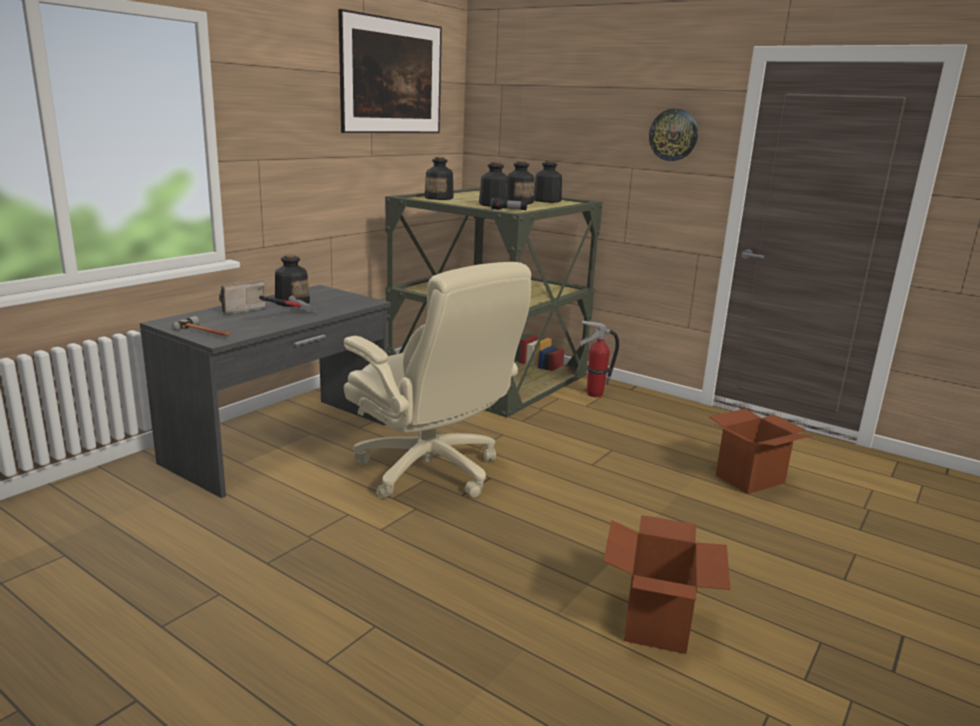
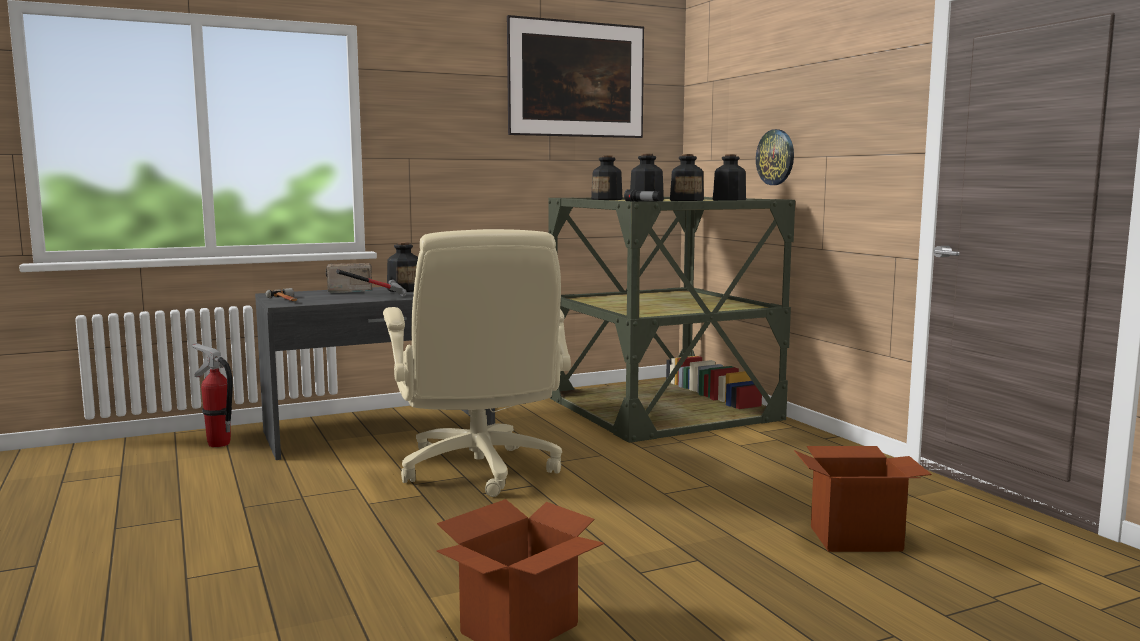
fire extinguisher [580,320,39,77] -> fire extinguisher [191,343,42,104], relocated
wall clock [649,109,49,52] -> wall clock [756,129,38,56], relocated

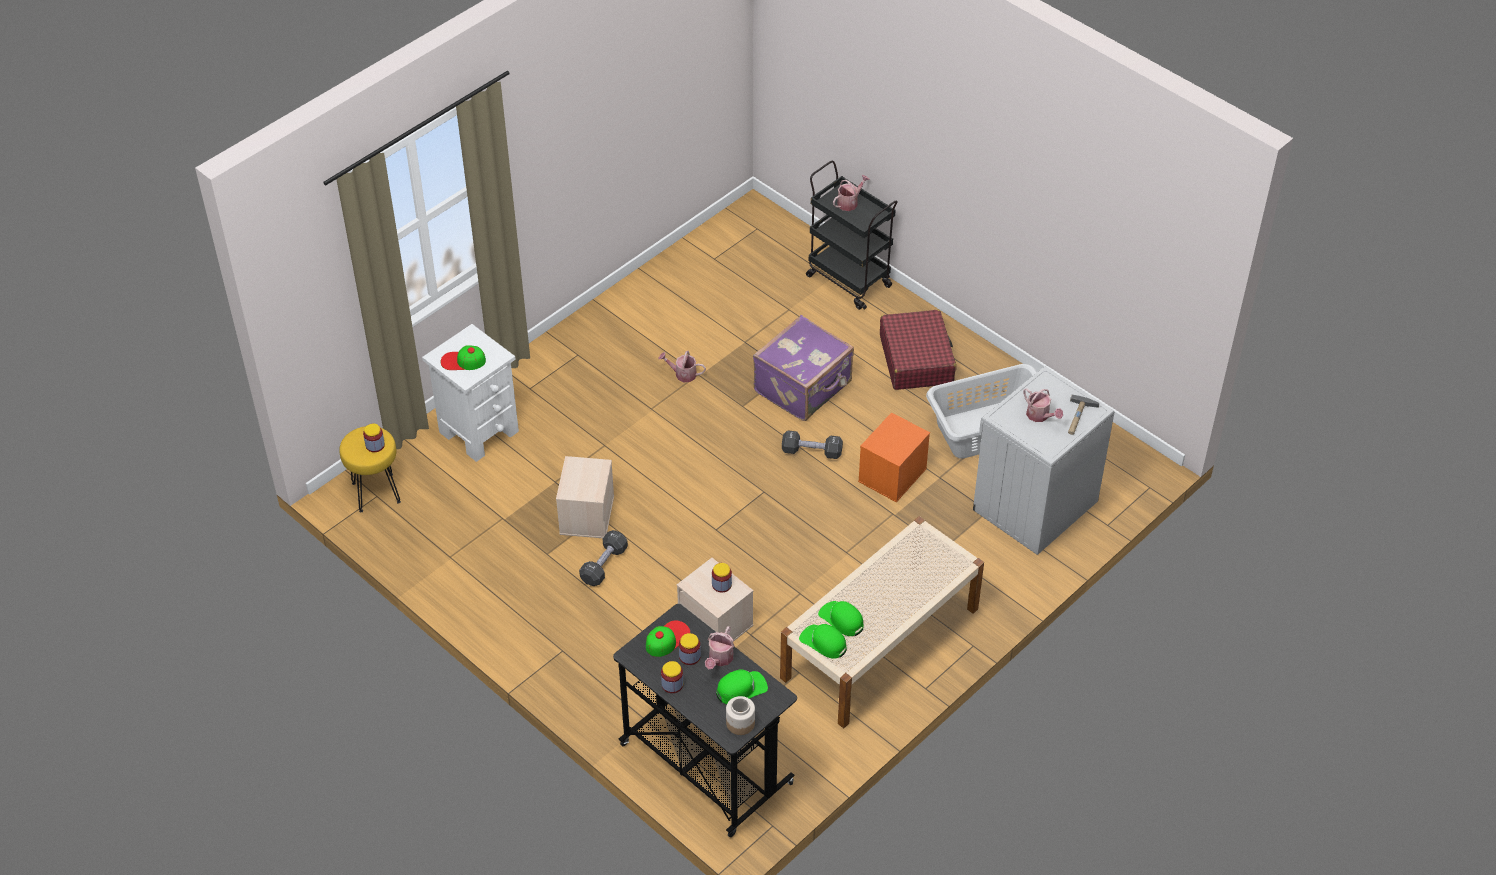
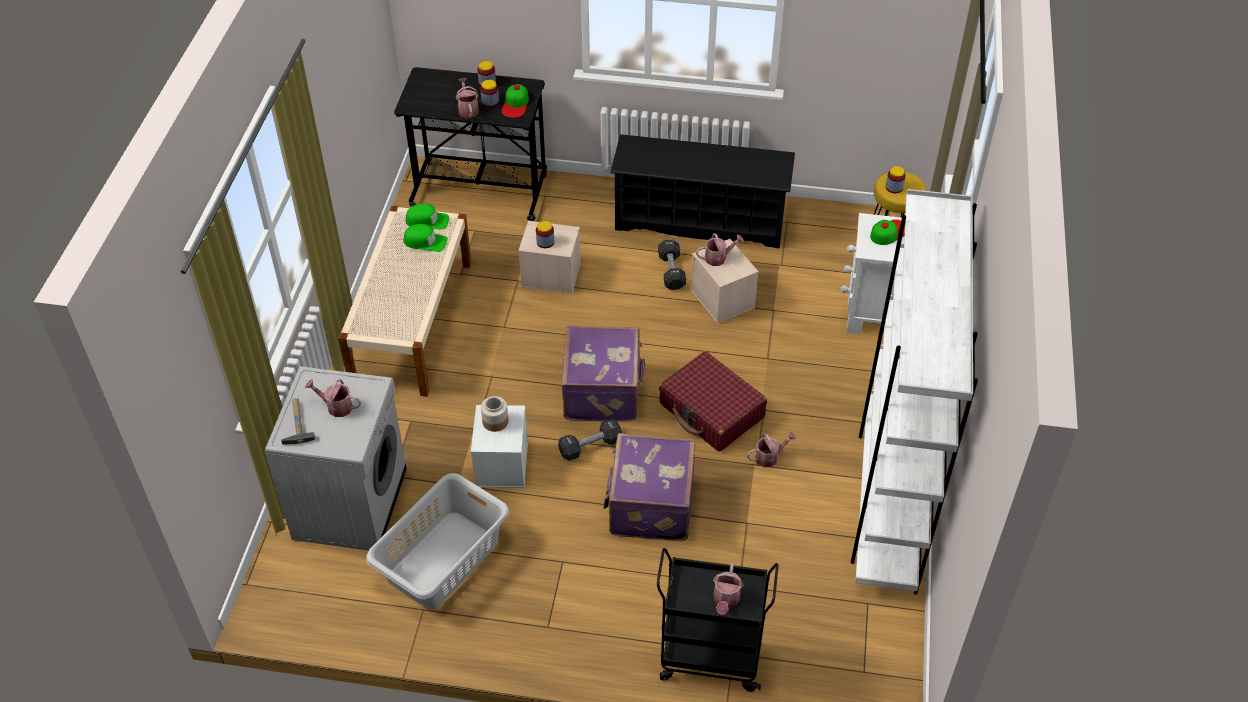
storage bin in orangey [858,412,72,91] -> storage bin in whitish [471,405,57,83]
preserve jar [726,696,29,39] -> preserve jar [481,396,28,36], relocated
none -> suitcase in purple-coloured [562,325,84,96]
none -> shoe shelf in black [610,134,185,115]
suitcase in reddish [880,310,76,80] -> suitcase in reddish [659,351,108,101], relocated
none -> sprinkling can [696,233,48,33]
none -> bookcase in whitish [851,189,127,406]
baseball cap in green-coloured [716,670,52,34] -> none

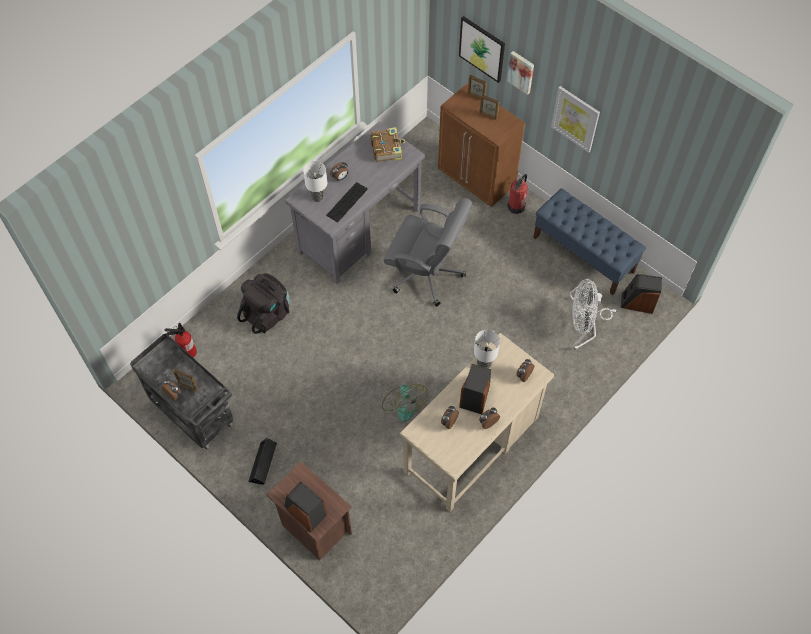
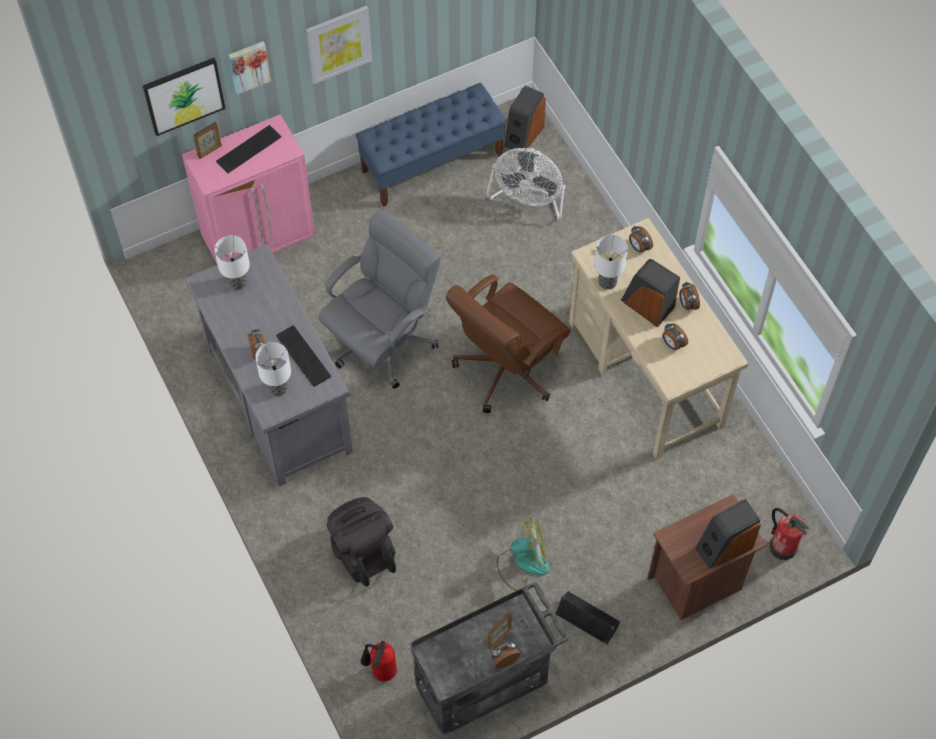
storage cabinet in brown [438,83,87,124] -> storage cabinet in pink [182,114,133,151]
bound book [370,127,35,35] -> lamp for a table [214,235,36,55]
photo frame [479,94,20,26] -> computer keyboard [216,125,65,48]
none -> office chair in brown [446,275,125,138]
electric fan [382,384,46,38] -> electric fan [497,518,53,73], relocated
fire extinguisher [507,174,21,40] -> fire extinguisher [770,508,39,52], relocated

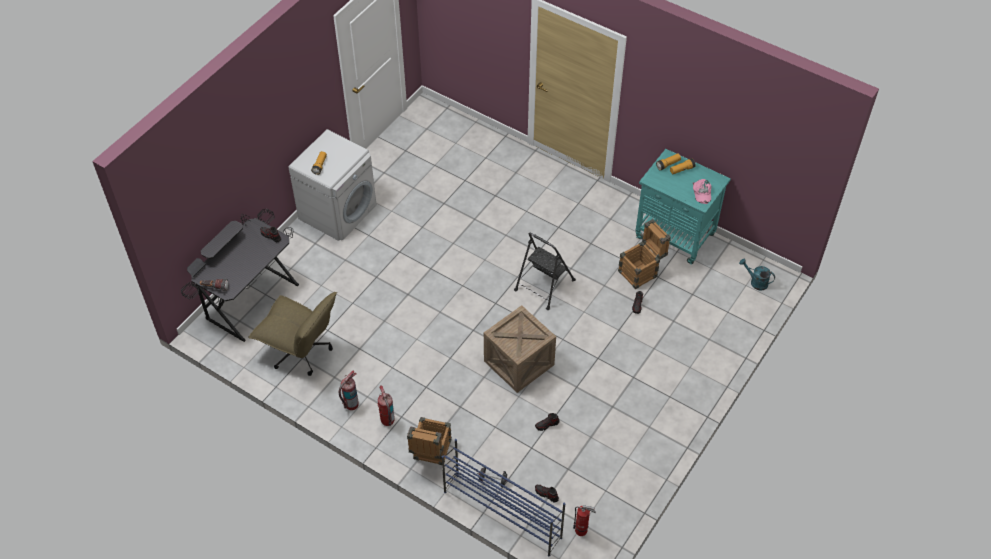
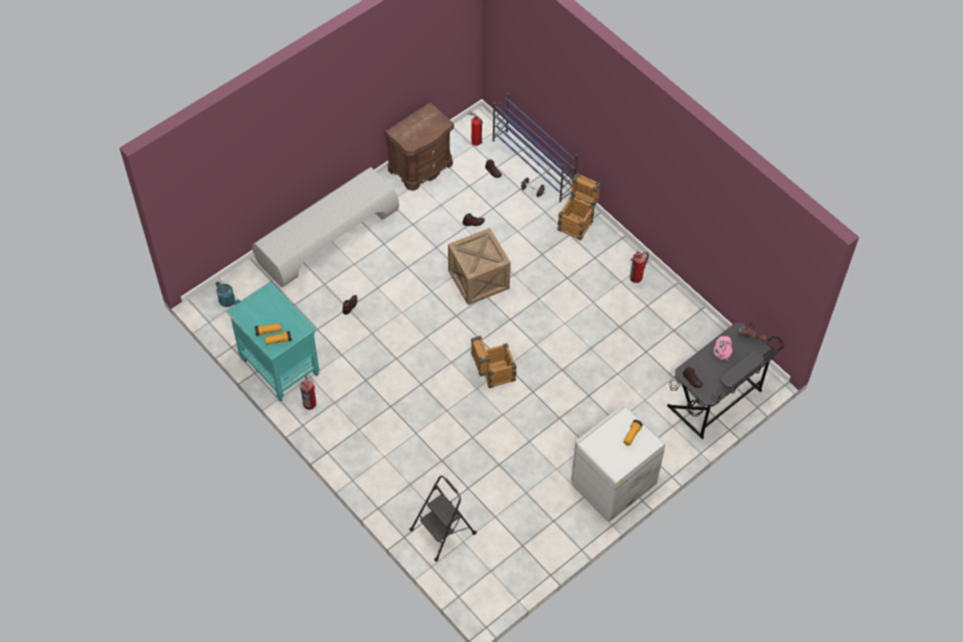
none -> indoor bench in gray [252,167,147,120]
fire extinguisher [378,385,17,41] -> fire extinguisher [300,375,16,35], relocated
none -> bedside table in brown [384,102,70,89]
step stool in black [514,233,62,77] -> step stool in black [409,475,68,87], relocated
shipping crate [618,219,53,70] -> shipping crate [471,336,46,52], relocated
baseball cap in pink [693,179,18,25] -> baseball cap in pink [714,336,18,25], relocated
office chair in beige [248,292,89,84] -> none

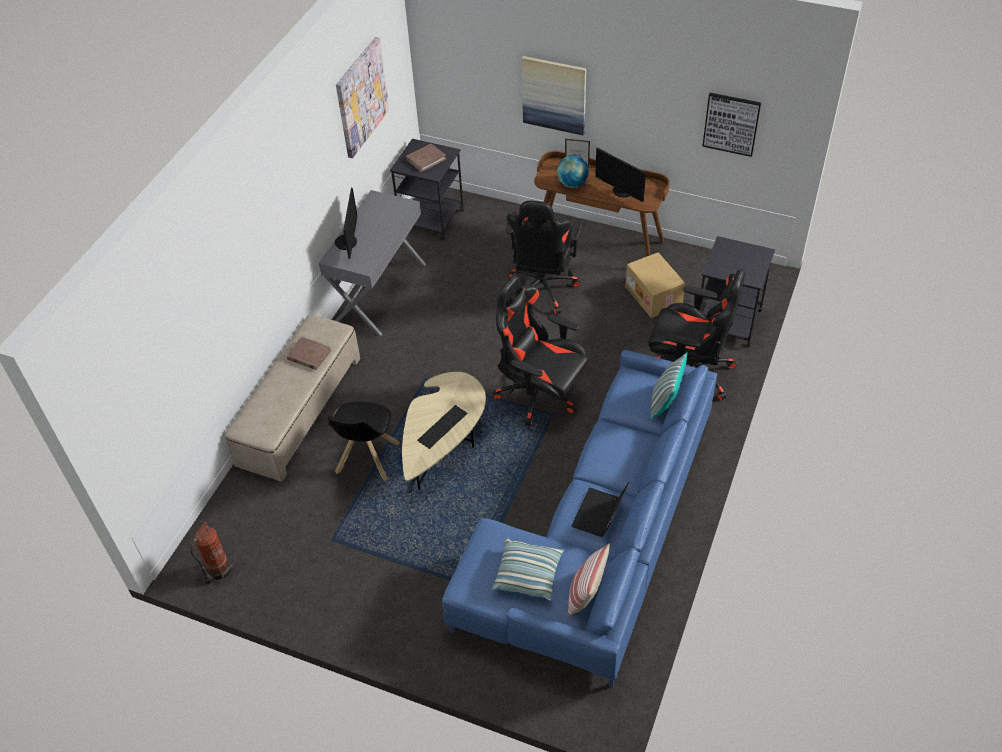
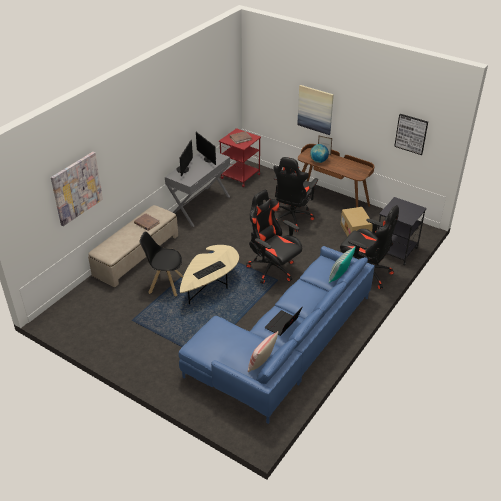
wall picture [336,37,53,121] -> wall picture [51,152,52,74], relocated
chair in black [328,402,72,79] -> chair in black [139,232,44,65], 75 degrees clockwise
computer screen [595,148,51,54] -> computer screen [196,132,20,33], relocated
cart in black [390,139,74,102] -> cart in reddish [219,128,42,59]
fire extinguisher [190,522,45,62] -> none
cushion [492,538,72,63] -> none

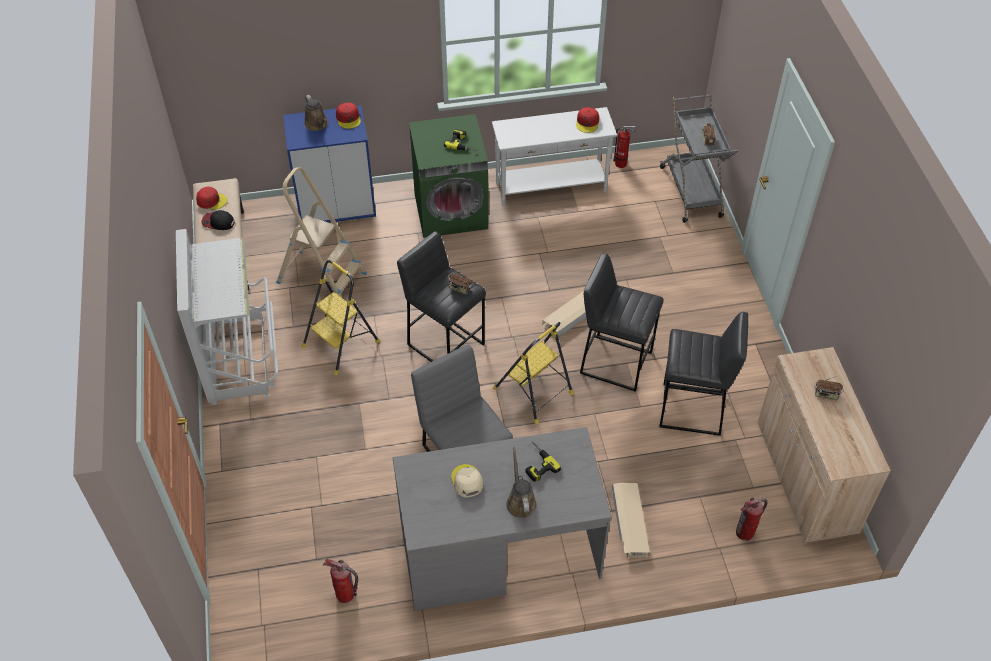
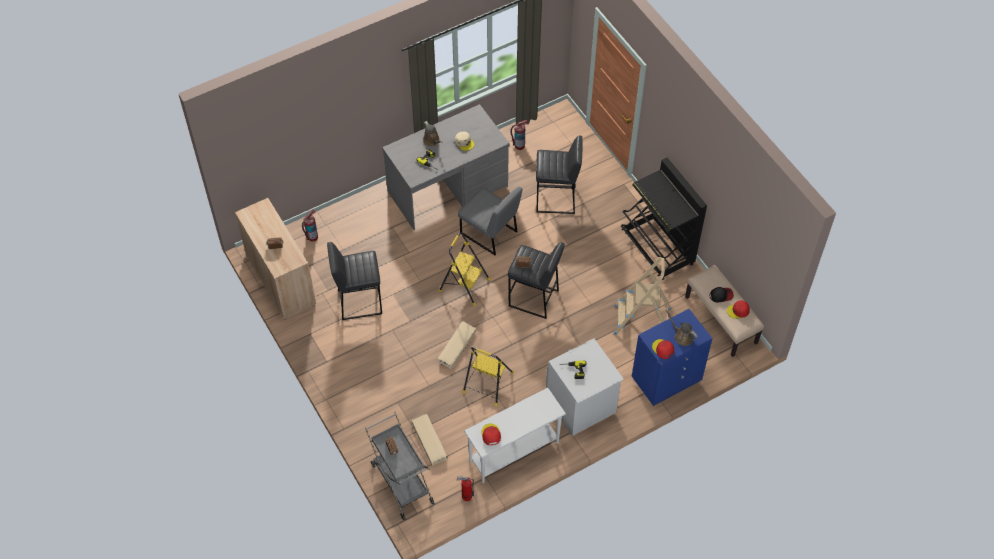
storage bin in beige [612,483,38,76] -> storage bin in beige [412,414,35,52], relocated
step stool in yellow-coloured [301,260,80,115] -> step stool in yellow-coloured [462,347,52,59], relocated
stool seat in gray [580,253,83,139] -> stool seat in gray [536,136,46,78], relocated
laundry machine in green-coloured [409,114,80,124] -> laundry machine in whitish [546,338,78,98]
shoe shelf in whitish [176,229,102,176] -> shoe shelf in black [621,158,86,122]

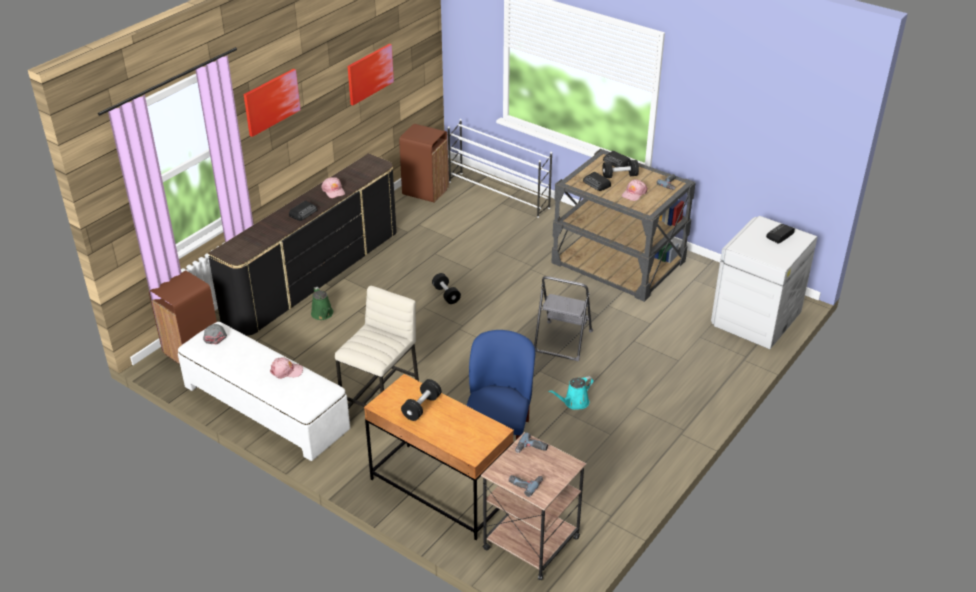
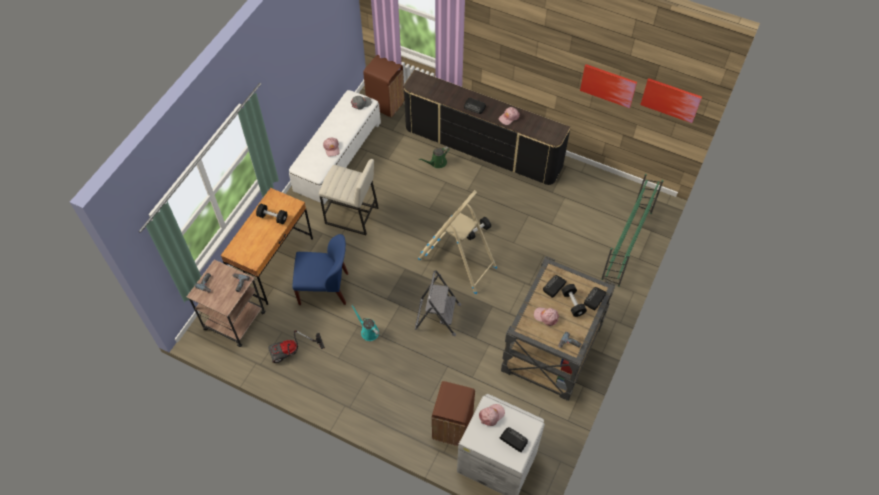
none -> vacuum cleaner [268,330,57,33]
none -> step stool in beige [418,190,79,104]
trash can in brown [399,124,50,79] -> trash can in brown [432,381,43,65], relocated
none -> baseball cap in pink [479,404,26,22]
shoe shelf in whitish [448,119,104,99] -> shoe shelf in green-coloured [601,174,63,113]
wall picture [244,69,57,68] -> wall picture [640,78,62,45], relocated

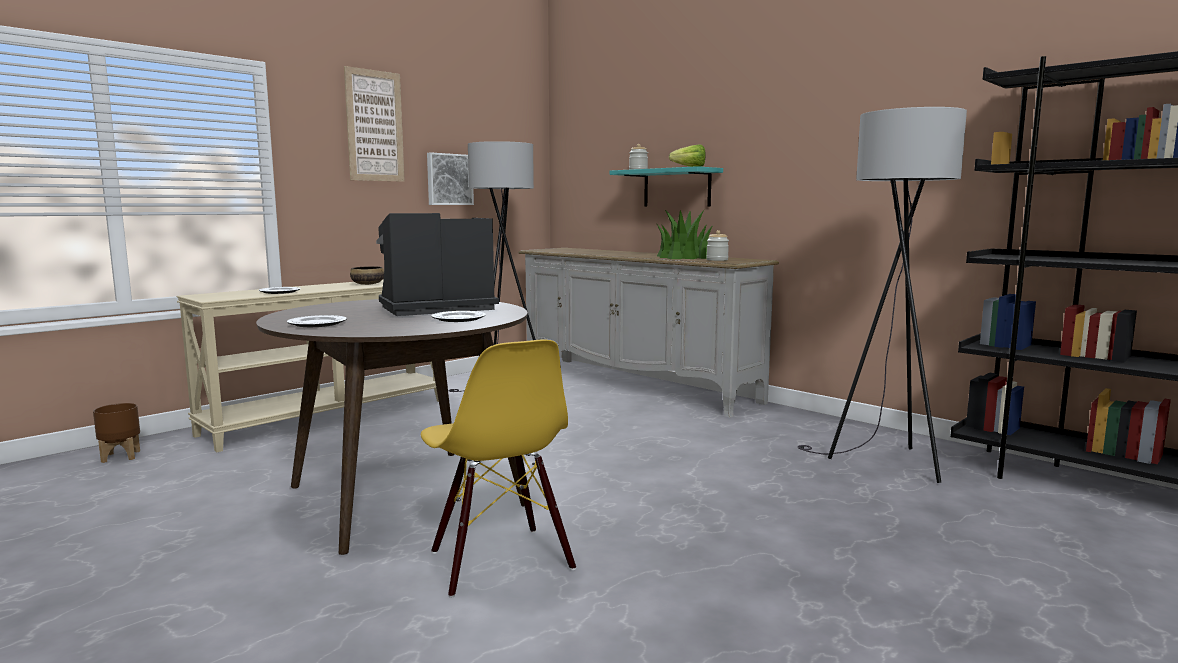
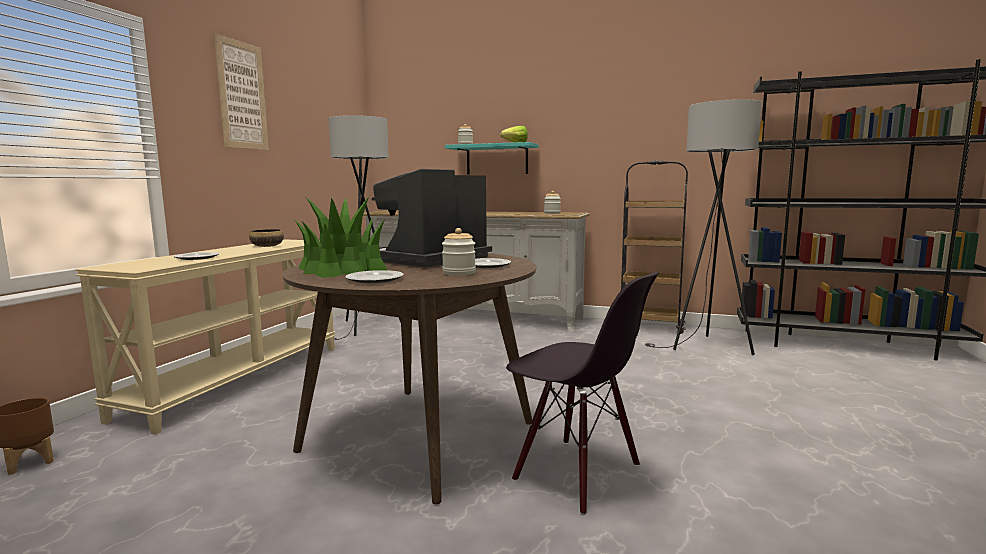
plant in a pot [657,210,56,49] -> plant in a pot [294,197,93,81], relocated
none -> preserve jar [442,228,34,48]
chair in yellow-coloured [421,339,155,259] -> chair in black [506,272,153,243]
none -> cart in brown [621,160,67,174]
wall picture [427,152,47,53] -> none

